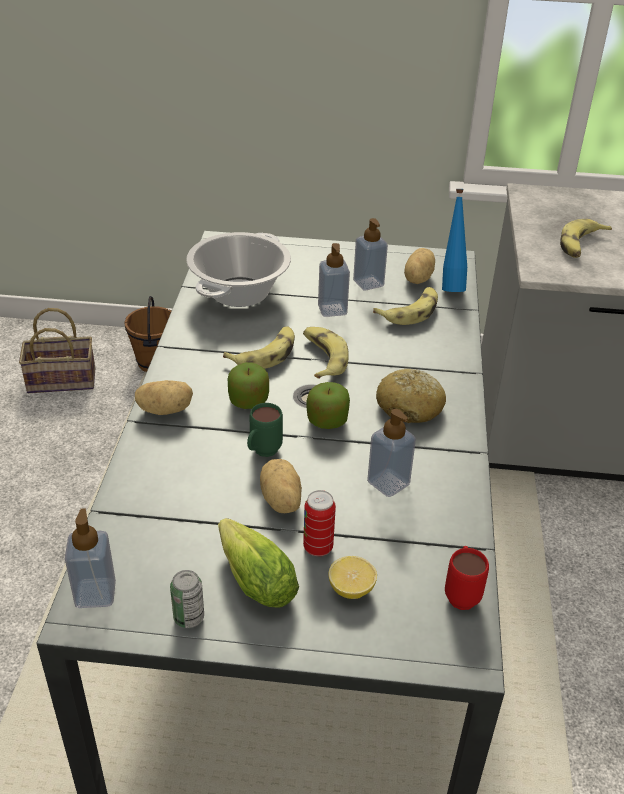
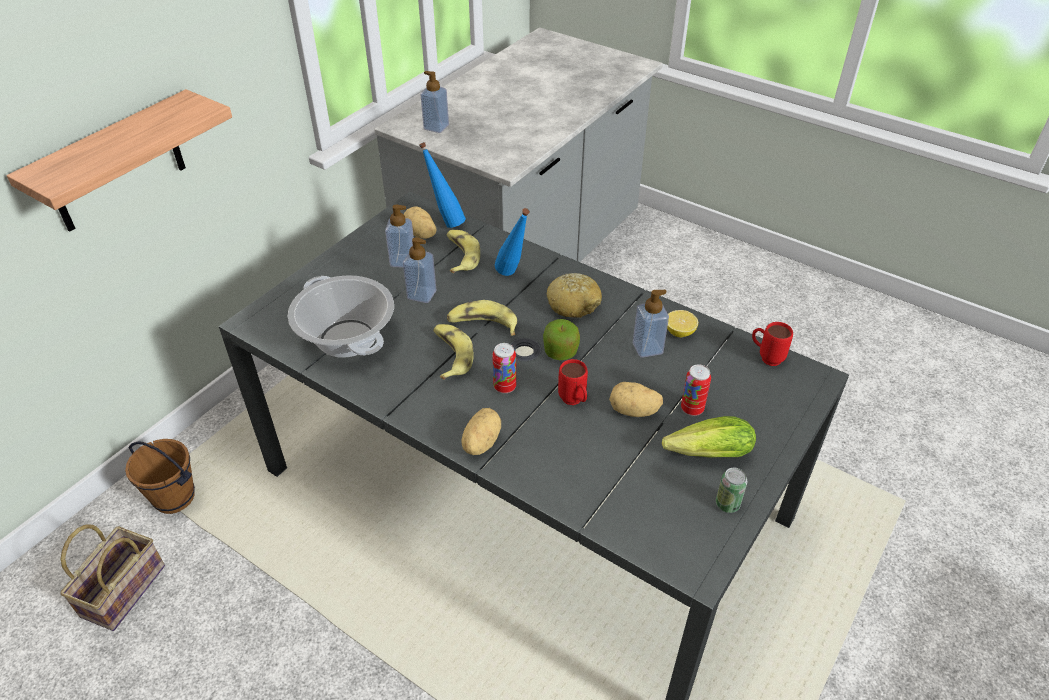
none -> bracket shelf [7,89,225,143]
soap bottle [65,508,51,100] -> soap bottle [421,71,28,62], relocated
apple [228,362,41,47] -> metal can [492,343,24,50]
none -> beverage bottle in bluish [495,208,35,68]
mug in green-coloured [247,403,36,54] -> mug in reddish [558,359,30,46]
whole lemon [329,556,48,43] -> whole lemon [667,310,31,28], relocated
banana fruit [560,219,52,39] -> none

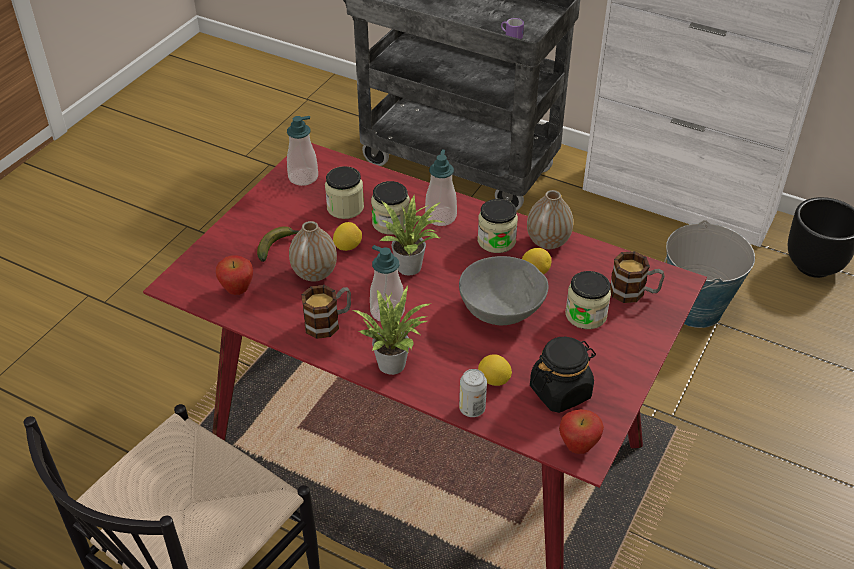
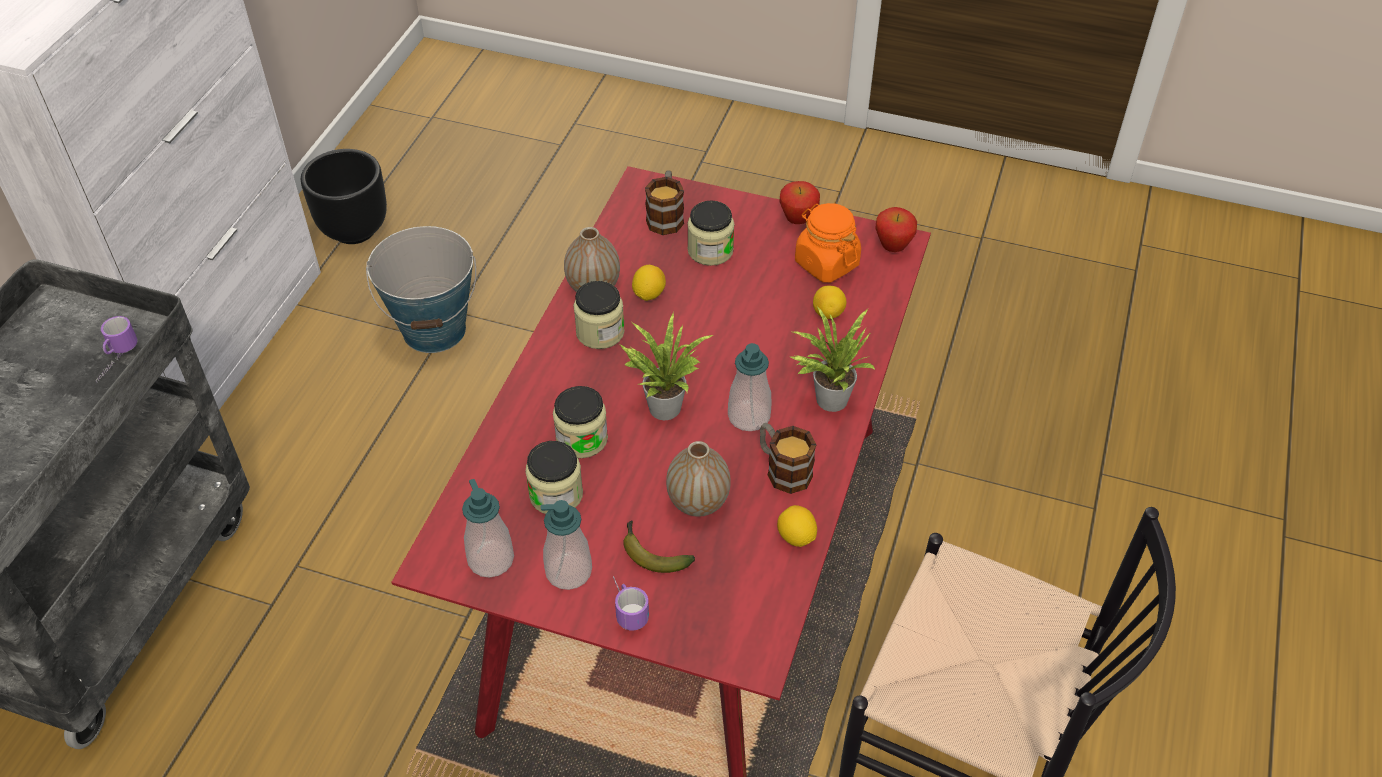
soap bottle [425,150,32,76] -> soap bottle [540,500,52,90], relocated
none -> mug [613,576,36,54]
whole lemon [333,222,29,29] -> whole lemon [777,505,40,42], relocated
apple [216,255,37,40] -> apple [779,181,41,43], relocated
preserve jar in black [530,337,66,76] -> preserve jar in orangey [795,203,66,80]
bowl in gray [459,256,90,69] -> none
metal can [459,369,28,48] -> none

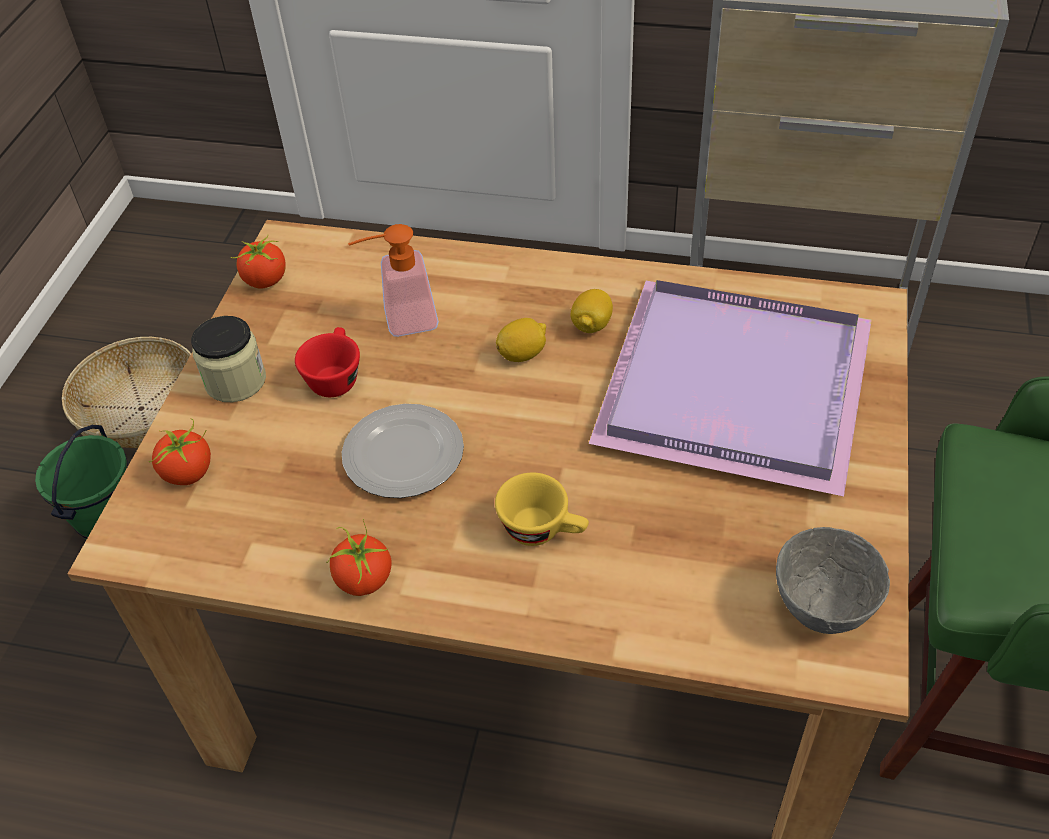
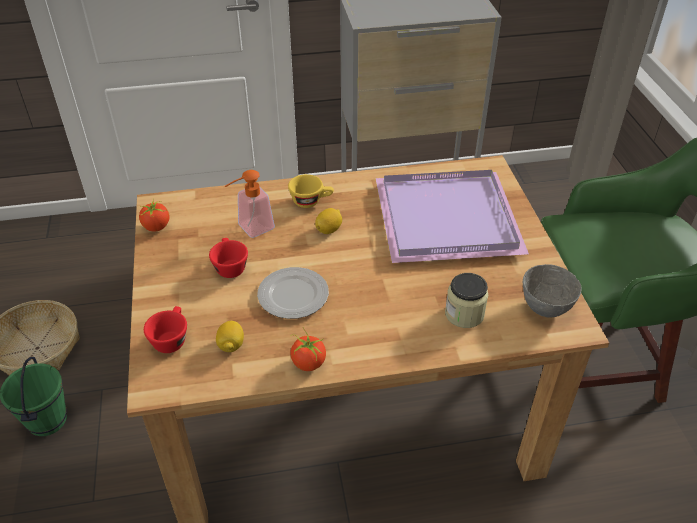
tomato [149,418,62,67] -> small cup in reddish [144,306,43,47]
whole lemon [570,289,43,44] -> whole lemon [216,321,28,31], relocated
small cup in yellow-coloured [495,473,94,73] -> small cup in yellow-coloured [288,174,46,34], relocated
preserve jar [191,316,75,86] -> preserve jar [445,273,43,55], relocated

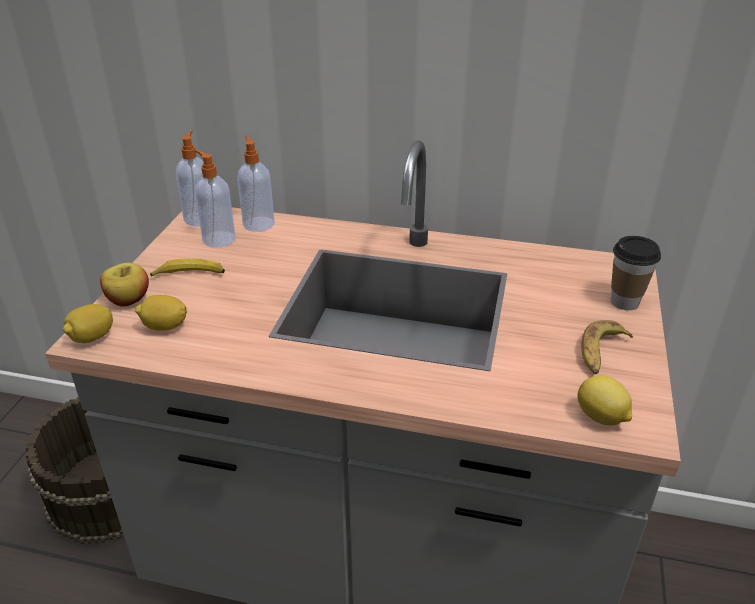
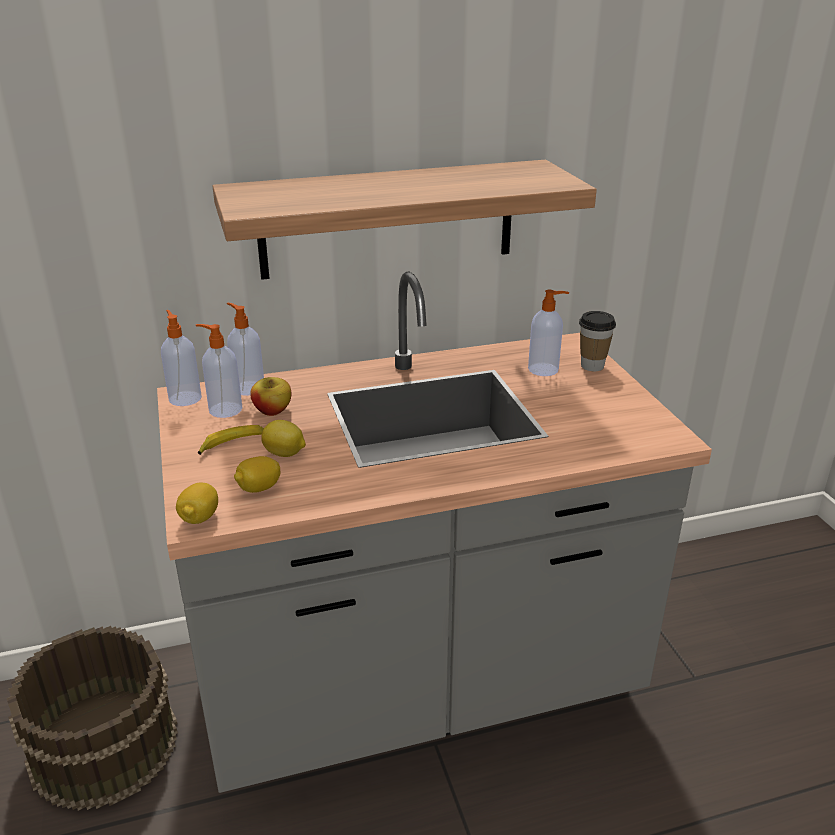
none -> bracket shelf [212,160,385,120]
apple [100,263,49,44] -> apple [250,377,41,39], relocated
whole lemon [577,375,55,51] -> whole lemon [261,420,45,37], relocated
none -> soap bottle [528,290,41,86]
banana fruit [581,320,52,55] -> none

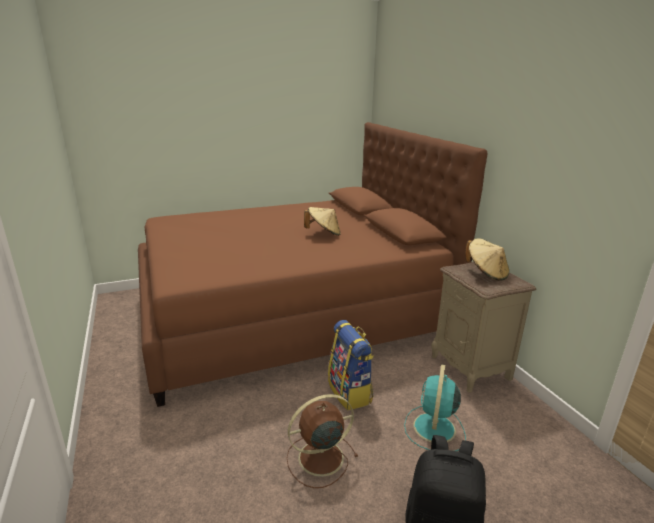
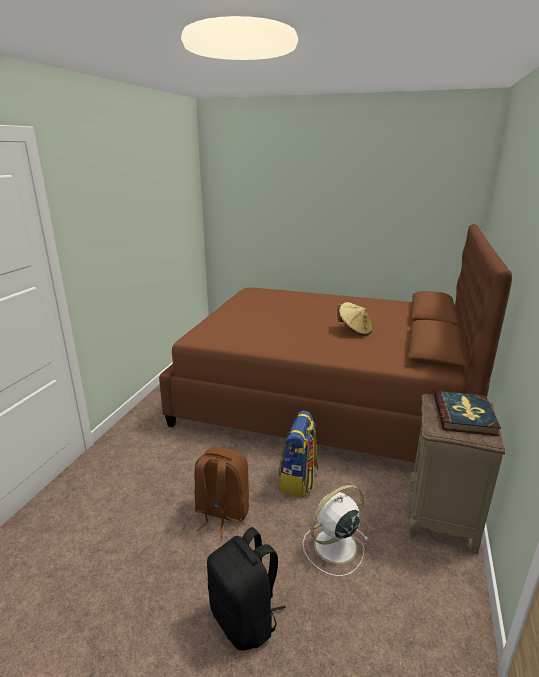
electric fan in brown [287,394,71,94] -> knapsack in brown [194,447,55,90]
electric fan in turquoise-coloured [404,364,62,87] -> electric fan in whitish [303,485,66,91]
hat in beige [465,238,44,43] -> bound book [434,391,67,45]

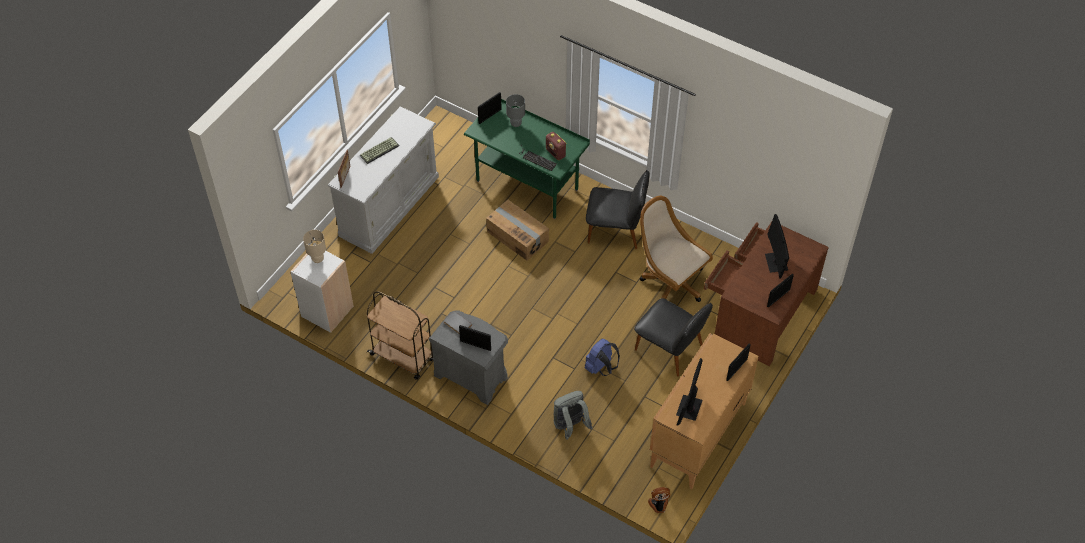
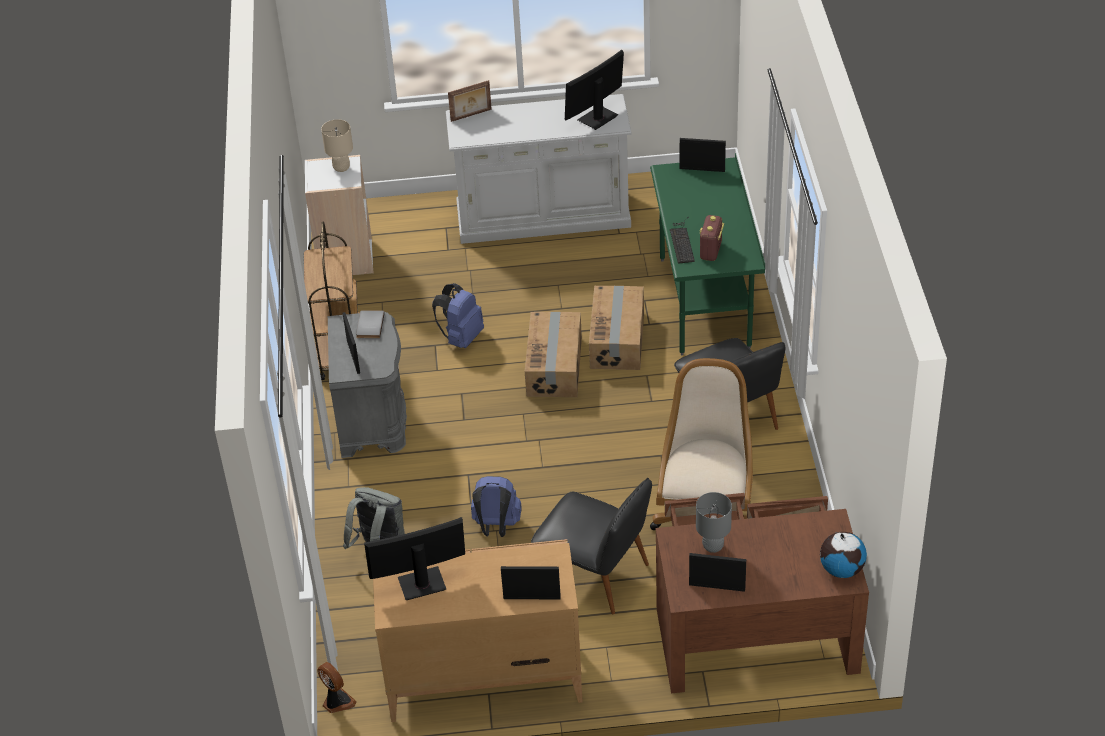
none -> knapsack in bluish [432,283,52,65]
none -> carton [525,312,57,85]
chair in black [634,298,79,79] -> chair in black [531,478,121,136], 60 degrees counterclockwise
computer screen [765,214,24,65] -> computer screen [565,49,59,81], relocated
lamp for a table in gray [506,94,19,33] -> lamp for a table in gray [696,492,36,61], relocated
none -> world globe [820,532,47,46]
computer keyboard [360,137,40,27] -> none

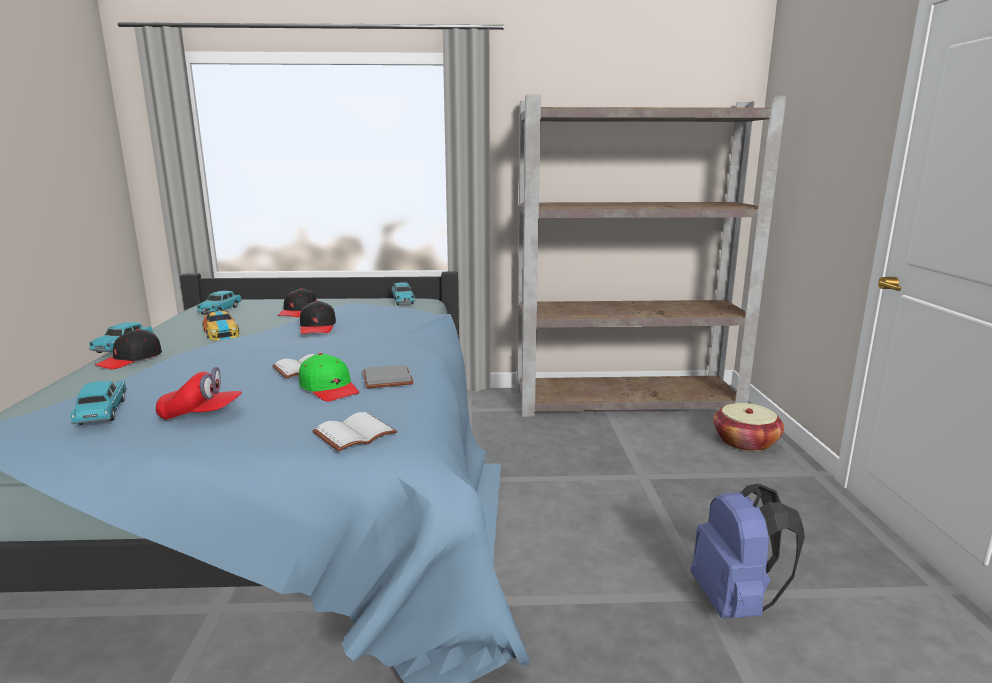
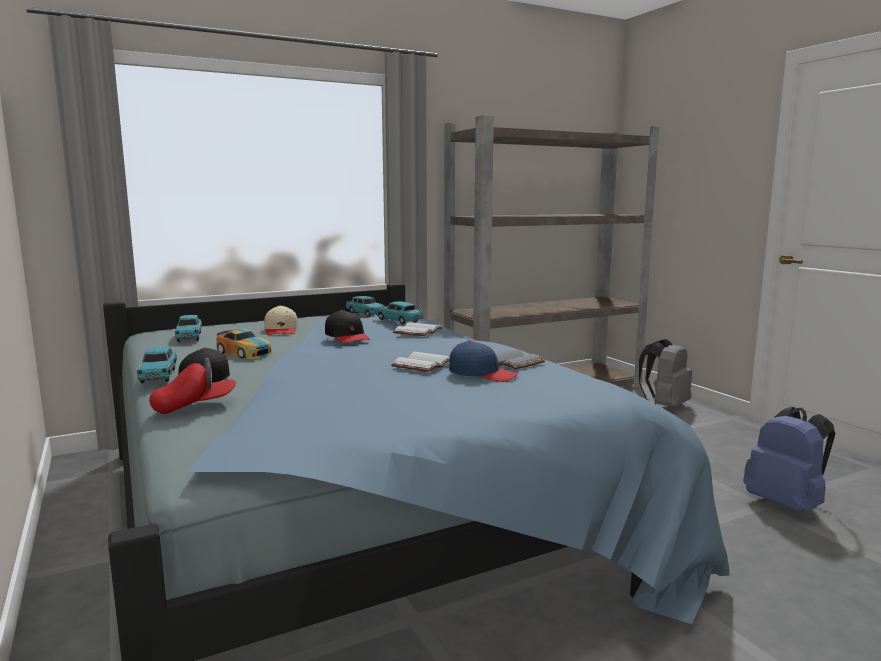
baseball cap in reddish [156,367,86,53] -> baseball cap in reddish [149,358,87,56], relocated
baseball cap in black [277,288,40,29] -> baseball cap in beige [264,305,34,30]
miniature car in turquoise-coloured [71,381,55,44] -> miniature car in turquoise-coloured [375,301,49,23], relocated
bound book in whitish [312,412,85,39] -> bound book in whitish [393,322,49,14], relocated
baseball cap in green-coloured [299,353,60,49] -> baseball cap in bluish [449,341,69,41]
household basket [713,403,71,48] -> knapsack in gray [639,339,53,69]

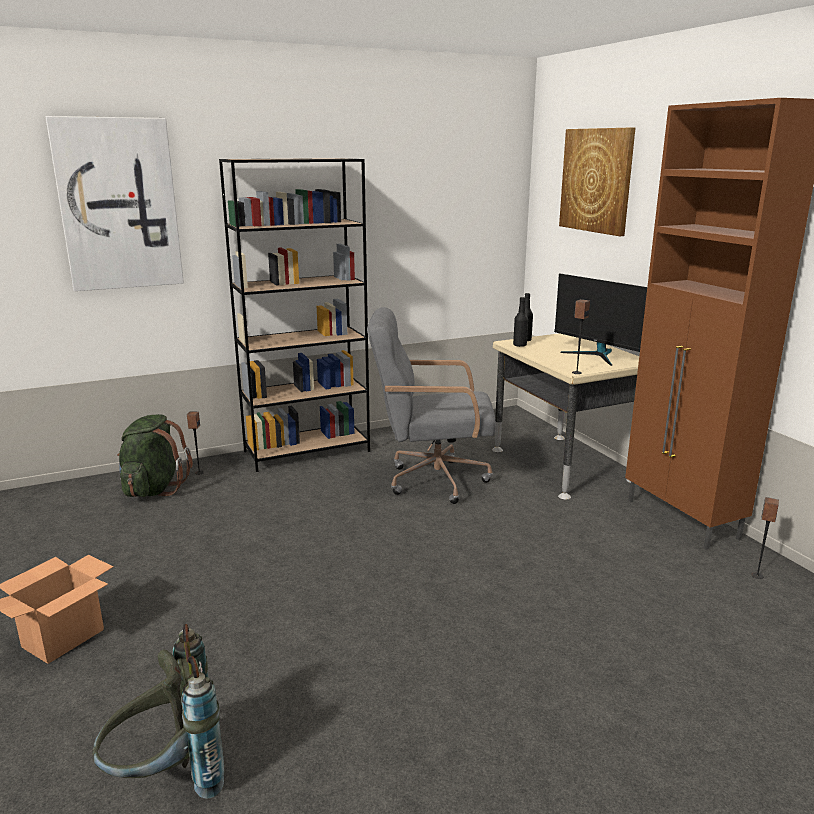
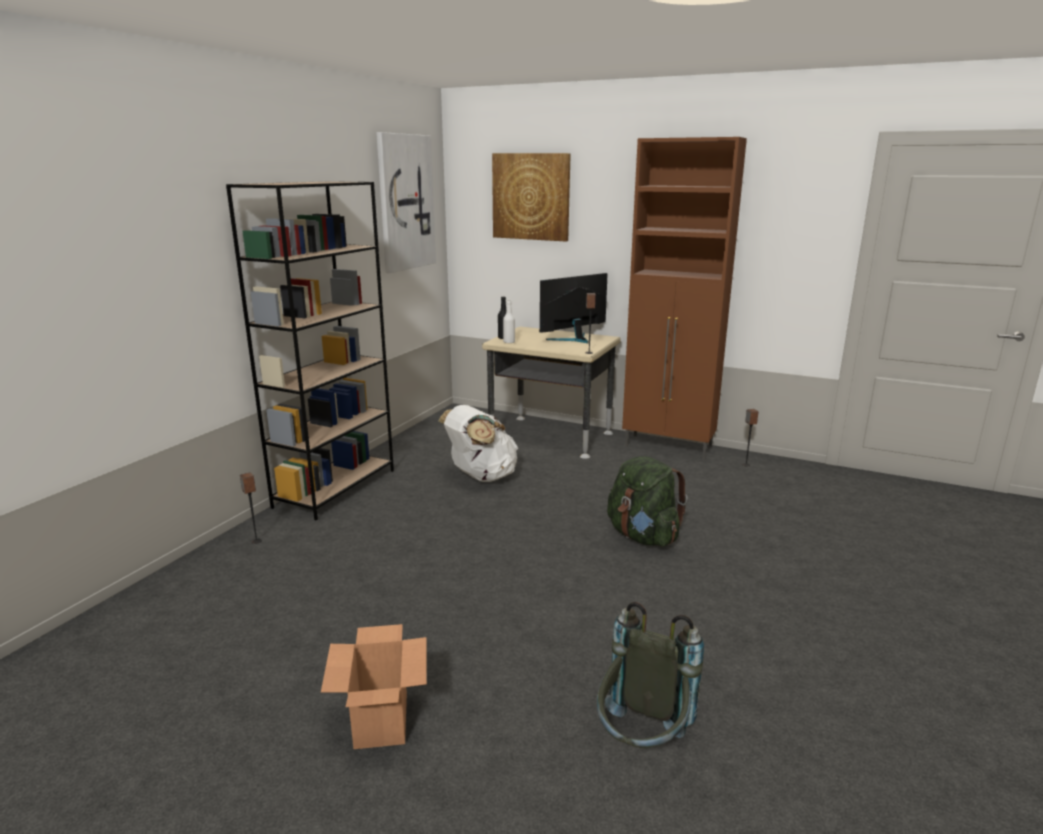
wall picture [46,116,138,175] -> wall picture [376,132,60,141], relocated
office chair in gray [367,307,129,197] -> knapsack in whitish [439,405,79,77]
beverage bottle in black [513,297,15,50] -> beverage bottle in whitish [503,300,12,43]
computer screen [554,273,93,93] -> computer screen [539,273,69,70], 135 degrees clockwise
knapsack in green-coloured [117,414,76,83] -> knapsack in green-coloured [607,456,81,91], relocated

